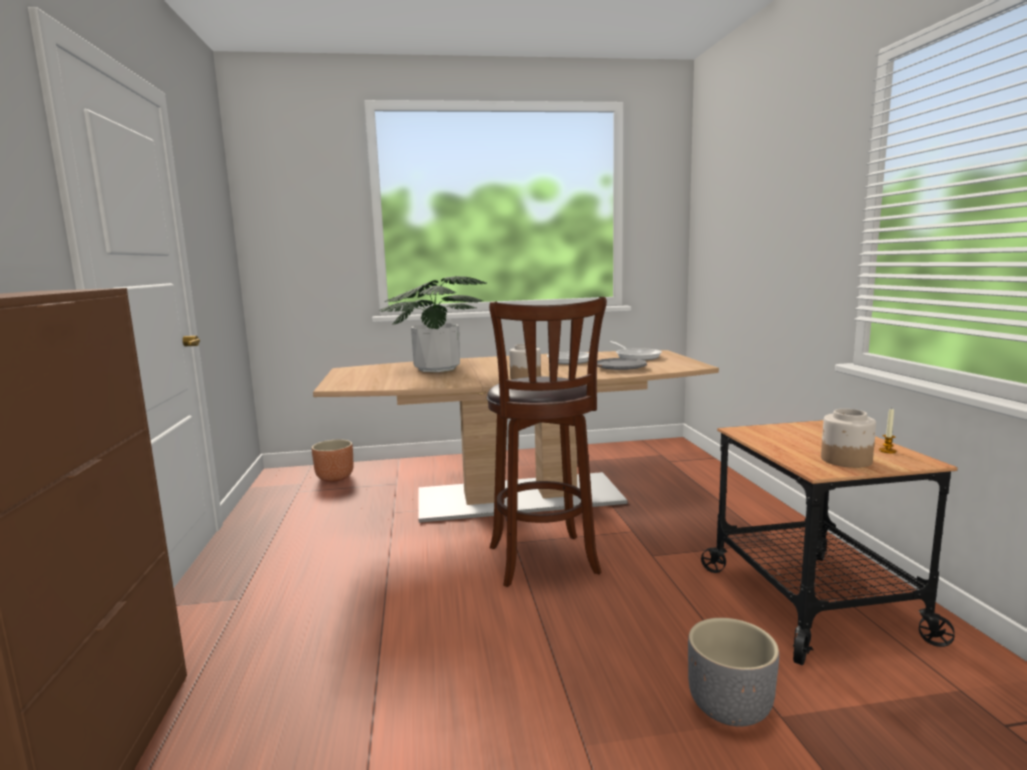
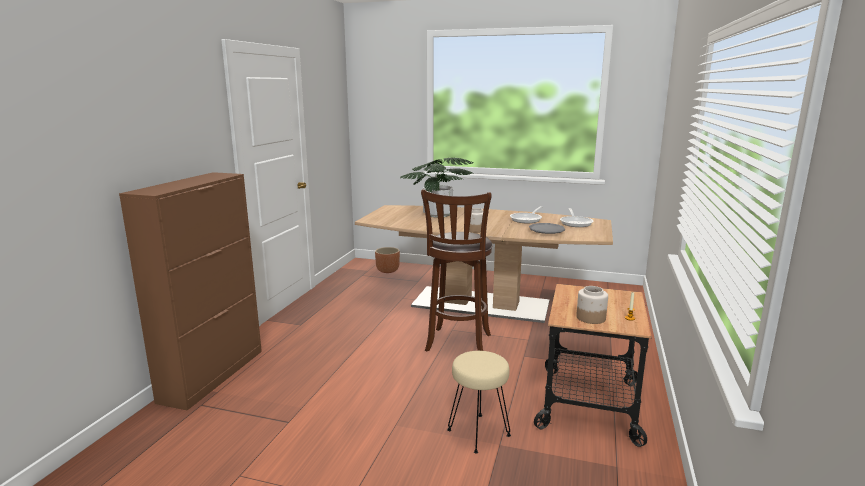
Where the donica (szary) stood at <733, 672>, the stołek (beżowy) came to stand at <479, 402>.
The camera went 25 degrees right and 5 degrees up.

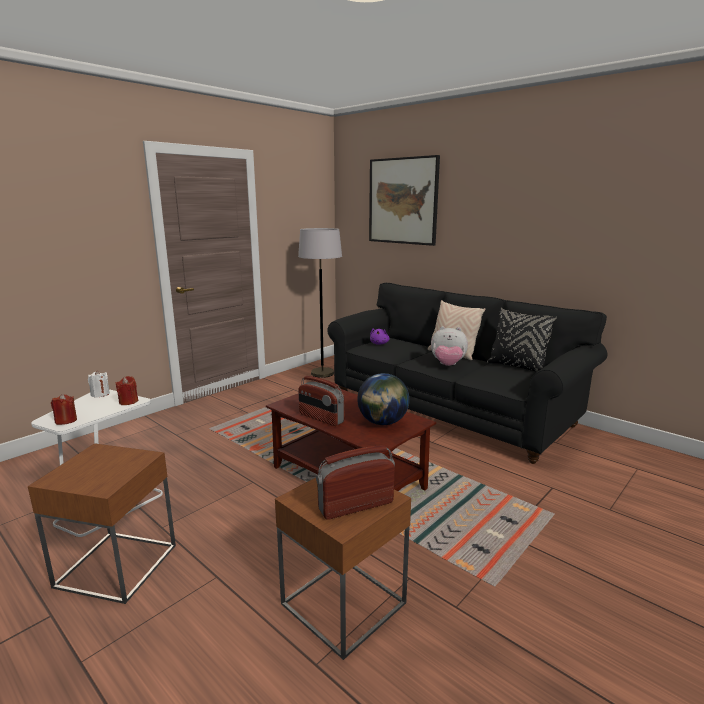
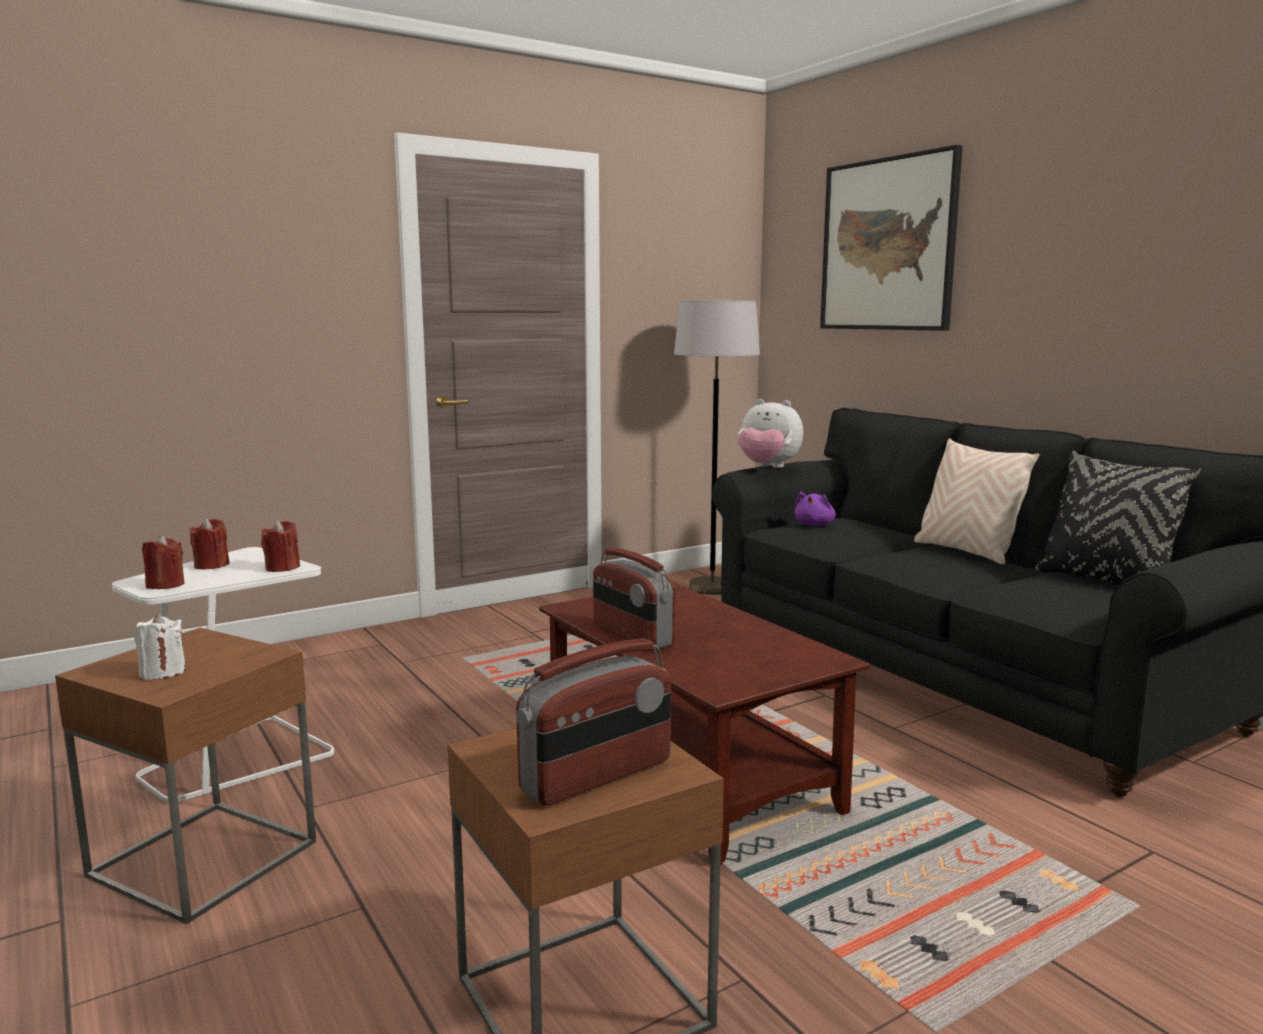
The pluszak ended up elsewhere, having gone from <449, 346> to <770, 433>.
The świeca (biały) ended up elsewhere, having gone from <99, 384> to <160, 647>.
The second view lost the globus at <383, 399>.
The radio at <355, 482> ended up facing another way, 150 degrees clockwise from before.
The second view gained the świeca (czerwony) at <209, 543>.
The camera went 15 degrees right and 5 degrees down.

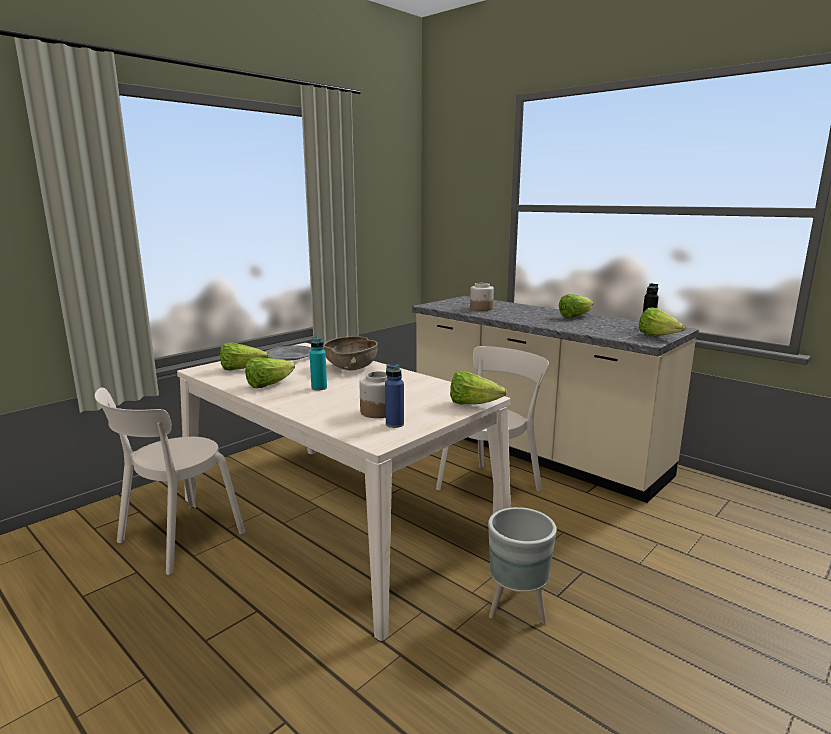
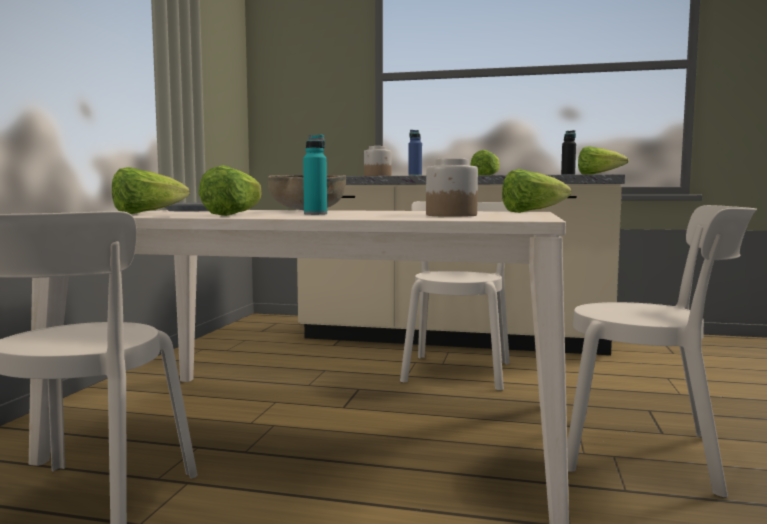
The butelka (niebieski) ended up elsewhere, having gone from <394, 396> to <415, 153>.
Where the donica (szary) stood at <522, 565>, the krzesło (beżowy) came to stand at <662, 351>.
The camera went 30 degrees left and 10 degrees down.

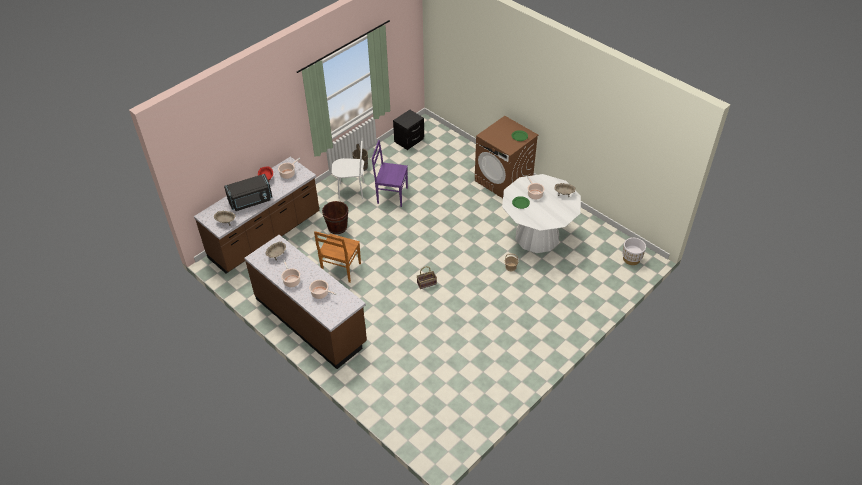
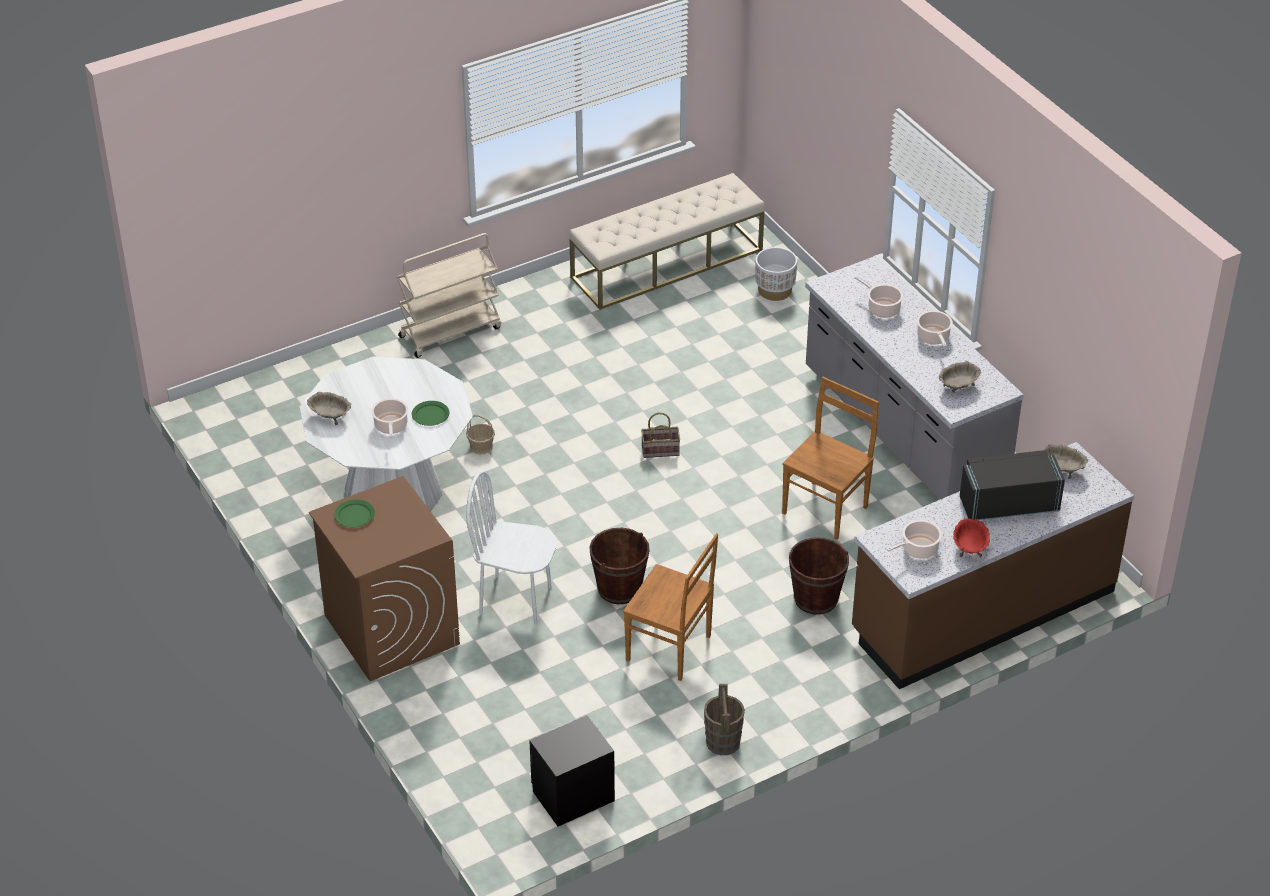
The krzesło (biały) ended up elsewhere, having gone from <347, 168> to <511, 547>.
What was the krzesło (fioletowy) at <390, 173> turned into the krzesło (brązowy) at <670, 607>.
What was the zabudowa kuchenna (brązowy) at <305, 302> turned into the zabudowa kuchenna (szary) at <914, 377>.
The donica (biały) ended up elsewhere, having gone from <634, 251> to <776, 274>.
The second view gained the ławka (beżowy) at <667, 241>.
The second view gained the wózek (beżowy) at <449, 295>.
The second view gained the wiadro (brązowy) at <619, 566>.
The camera went 165 degrees left and 5 degrees down.

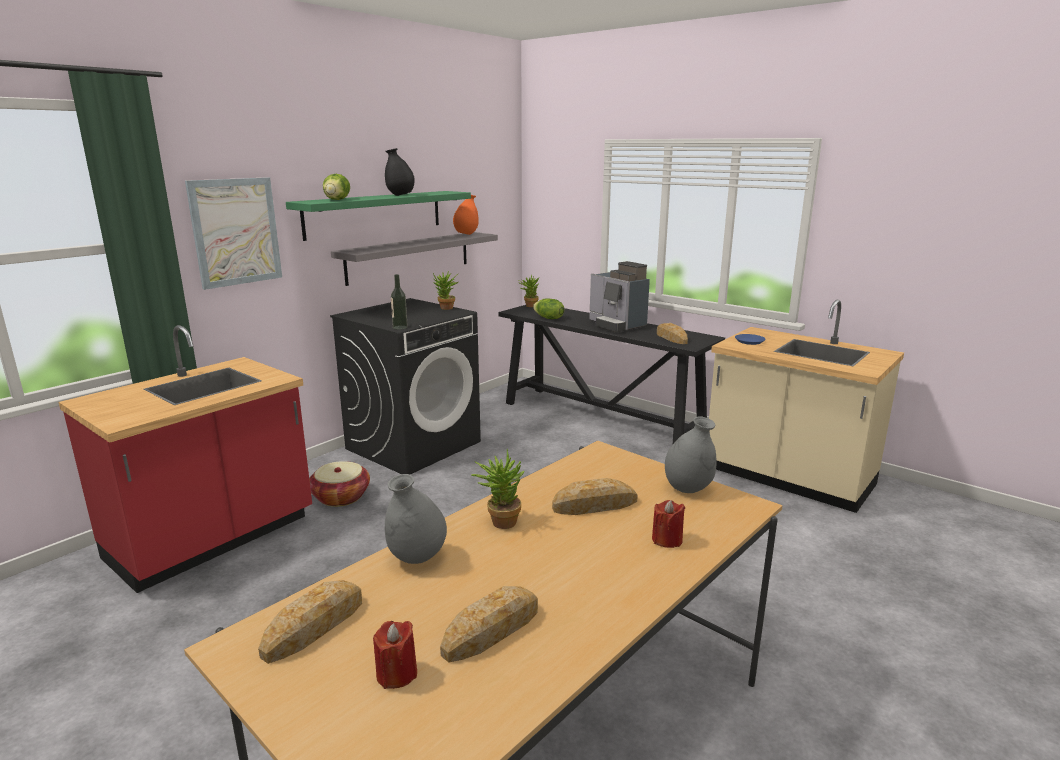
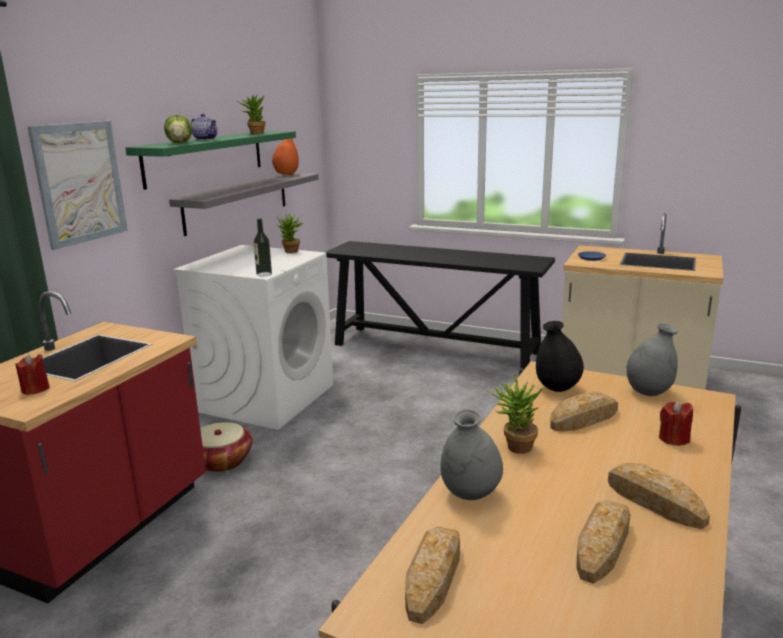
The wazon (czarny) ended up elsewhere, having gone from <400, 172> to <560, 356>.
The second view lost the ekspres do kawy at <619, 297>.
The roślina doniczkowa ended up elsewhere, having gone from <528, 290> to <251, 114>.
What was the pralka (czarny) at <405, 386> turned into the pralka (biały) at <253, 337>.
The second view lost the sałata at <548, 308>.
The chleb ended up elsewhere, having gone from <672, 333> to <659, 496>.
The świeca (czerwony) ended up elsewhere, having gone from <395, 655> to <32, 374>.
The second view gained the imbryk at <204, 127>.
The camera went 15 degrees left and 0 degrees up.

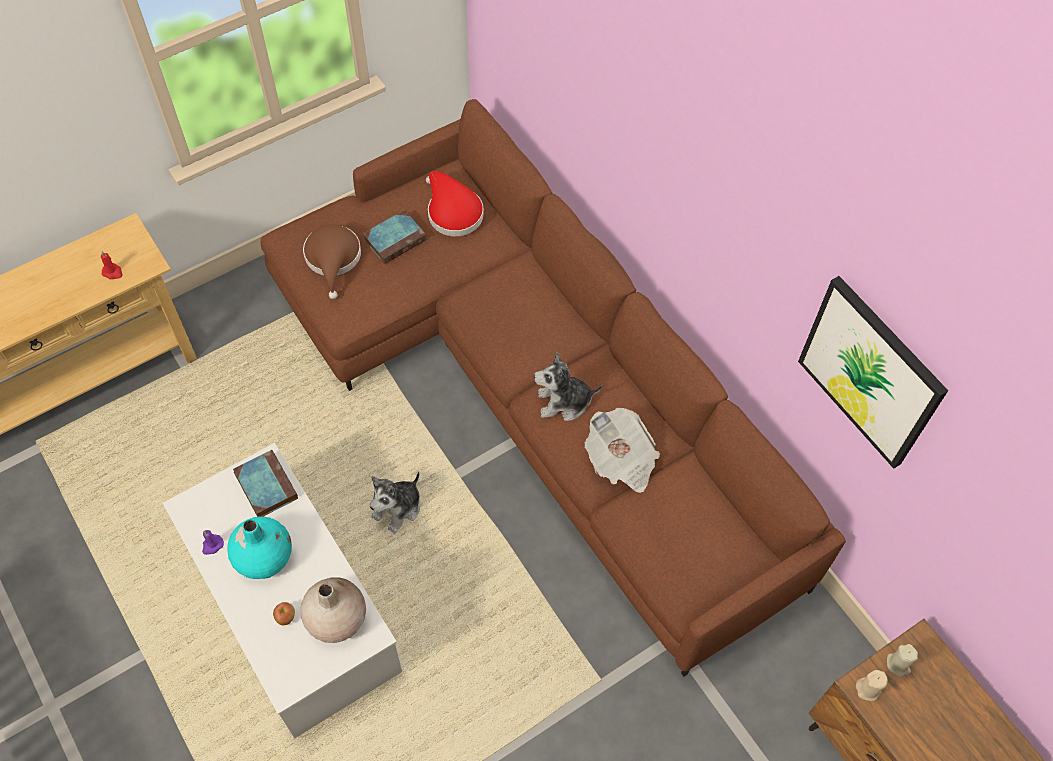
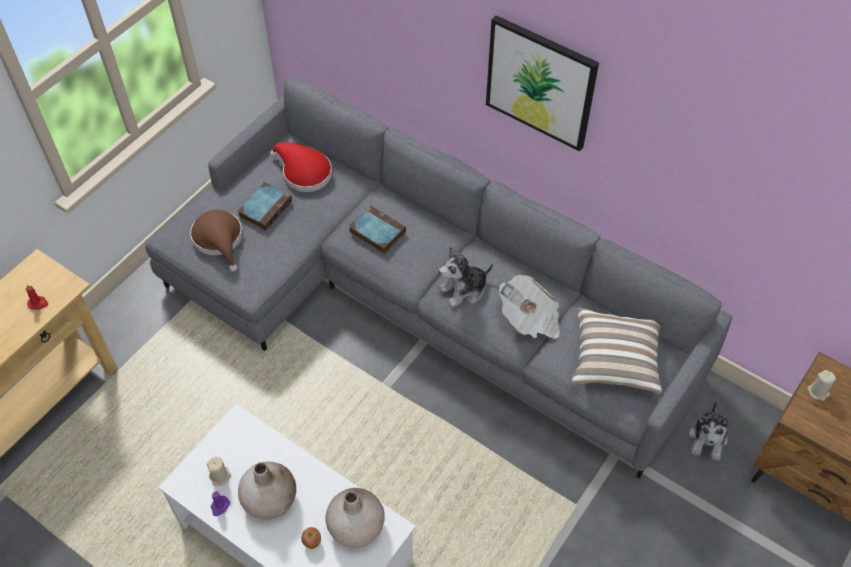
What was the kanapa (brązowy) at <553, 388> turned into the kanapa (szary) at <439, 277>.
The obraz ended up elsewhere, having gone from <873, 372> to <542, 83>.
The książka ended up elsewhere, having gone from <265, 483> to <377, 229>.
The pluszak ended up elsewhere, having gone from <395, 502> to <708, 431>.
What was the wazon (turkusowy) at <259, 548> turned into the wazon (beżowy) at <267, 490>.
The świeca (beżowy) ended up elsewhere, having gone from <872, 685> to <219, 471>.
The second view gained the poduszka at <616, 350>.
The camera went 20 degrees left and 5 degrees down.

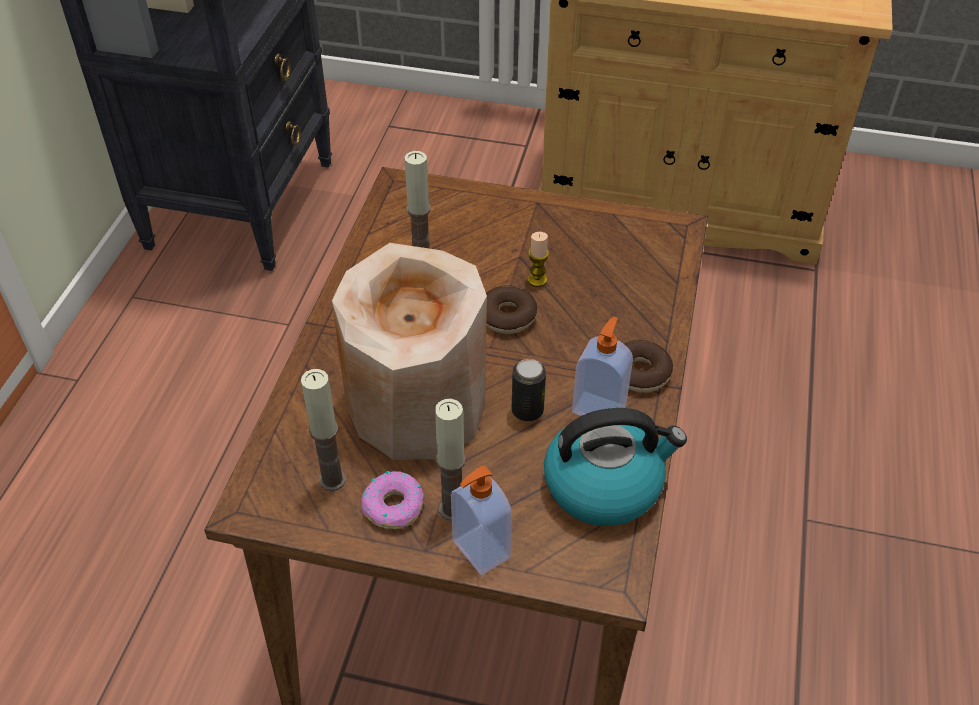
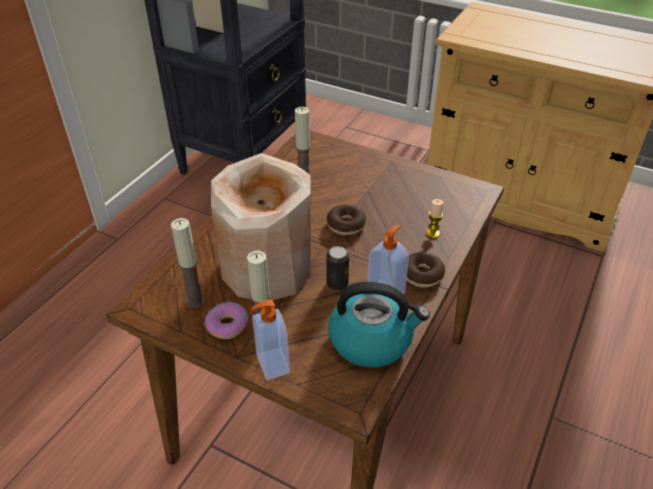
The świeca ended up elsewhere, having gone from <538, 259> to <435, 219>.
The camera went 15 degrees right and 5 degrees down.

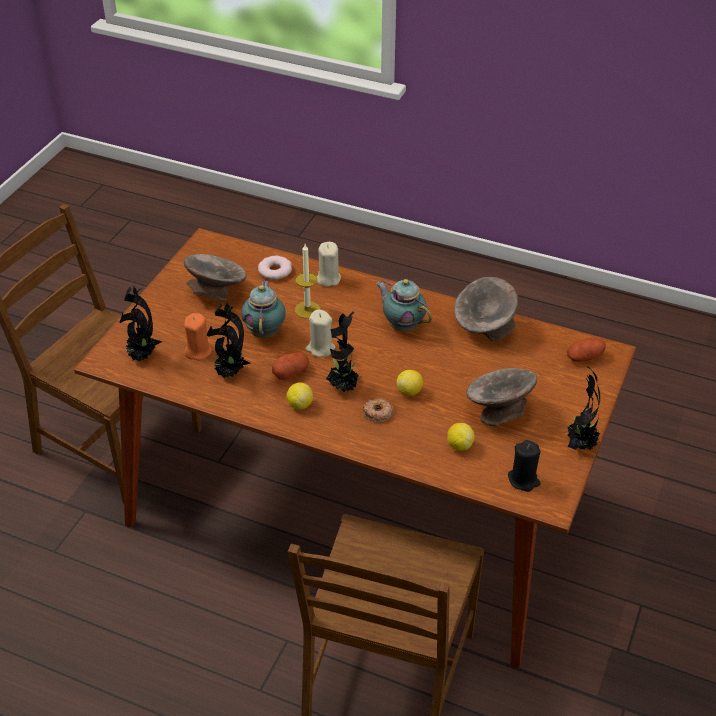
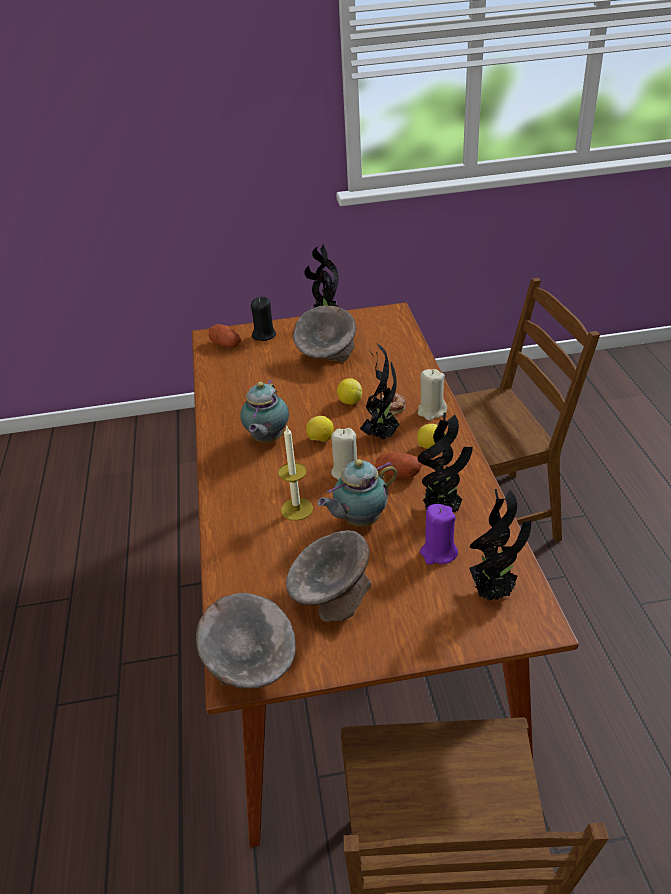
The świeca (beżowy) ended up elsewhere, having gone from <329, 264> to <432, 395>.
The second view lost the donut at <275, 268>.
The miska (szary) ended up elsewhere, having gone from <486, 309> to <246, 640>.
What was the świeca (pomarańczowy) at <198, 337> turned into the świeca (fioletowy) at <439, 534>.
The cytryna ended up elsewhere, having gone from <461, 437> to <320, 429>.
The świeca (czarny) ended up elsewhere, having gone from <524, 466> to <263, 319>.
The camera went 120 degrees left and 5 degrees down.

